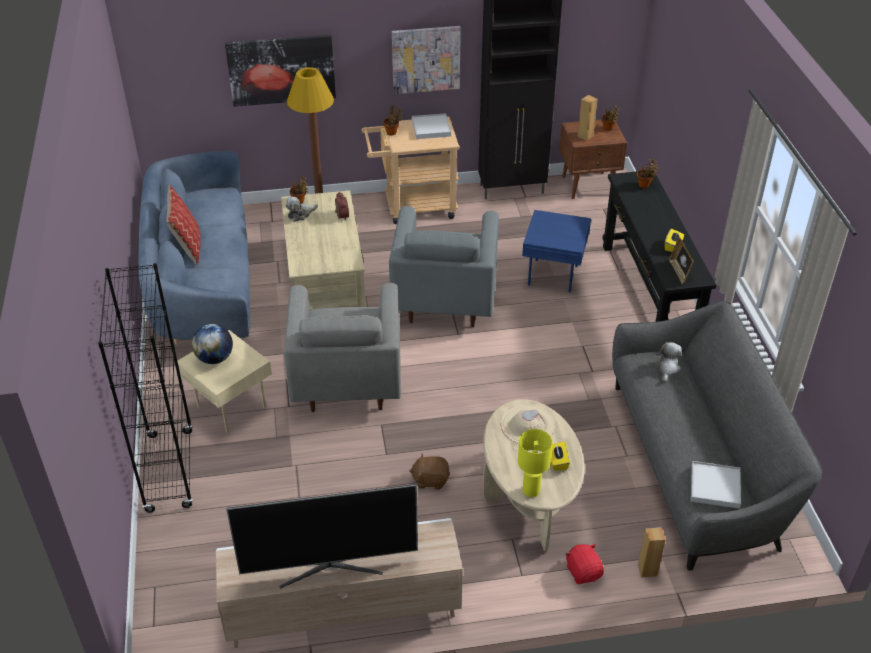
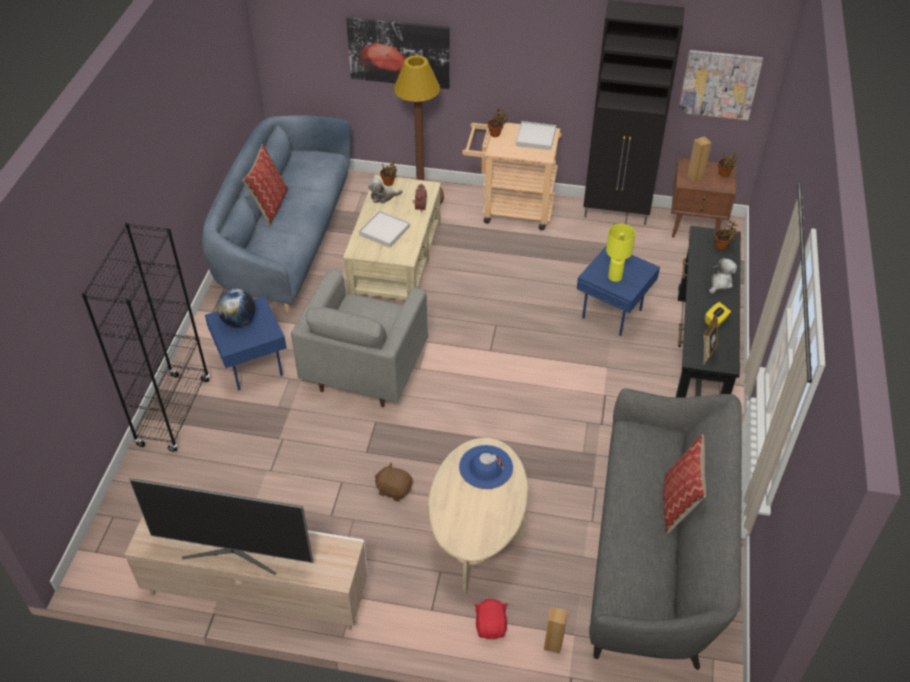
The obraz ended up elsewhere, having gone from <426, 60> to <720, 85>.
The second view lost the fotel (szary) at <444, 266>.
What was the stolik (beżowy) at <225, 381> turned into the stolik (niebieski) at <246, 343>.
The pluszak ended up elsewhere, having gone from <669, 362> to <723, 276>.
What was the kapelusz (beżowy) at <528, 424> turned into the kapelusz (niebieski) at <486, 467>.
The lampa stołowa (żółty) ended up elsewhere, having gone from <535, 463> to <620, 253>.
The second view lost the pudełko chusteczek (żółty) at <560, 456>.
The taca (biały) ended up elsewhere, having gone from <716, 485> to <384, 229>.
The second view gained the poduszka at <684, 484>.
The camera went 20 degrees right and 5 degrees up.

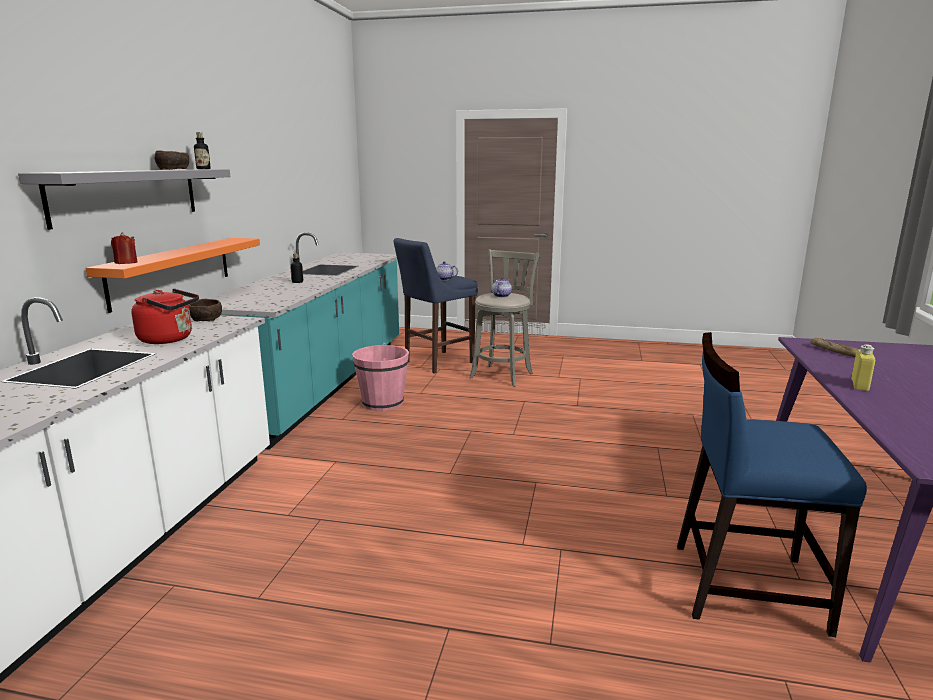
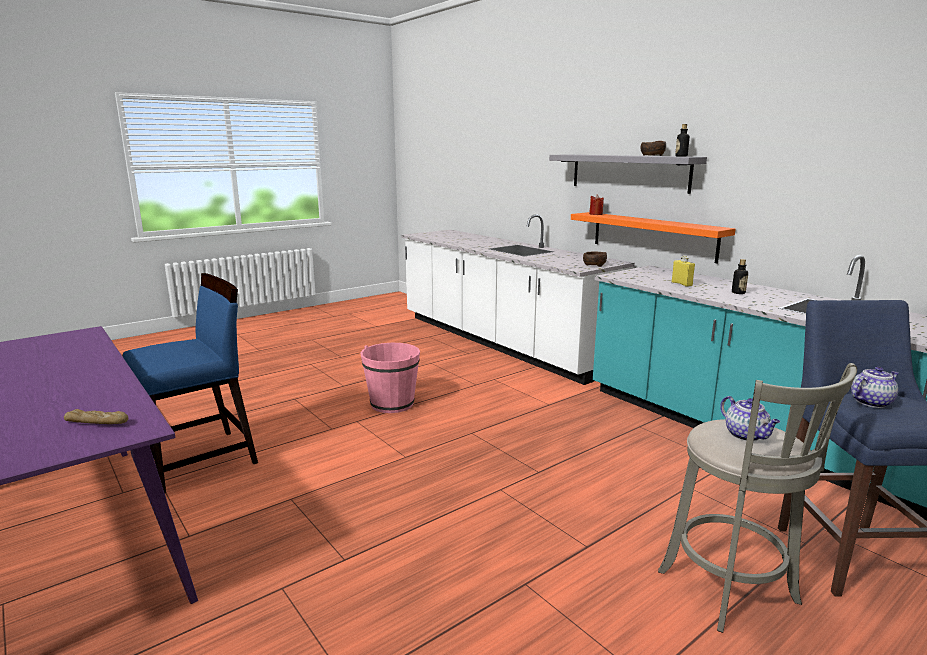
The second view lost the czajnik (czerwony) at <165, 316>.
The wiadro (różowy) ended up elsewhere, having gone from <380, 377> to <390, 378>.
The butelka (żółty) ended up elsewhere, having gone from <863, 367> to <683, 271>.
The camera went 130 degrees right and 0 degrees up.

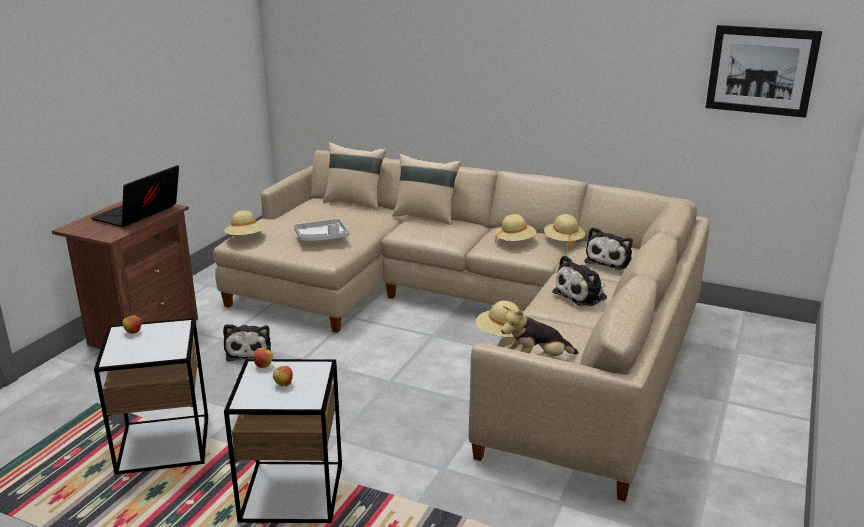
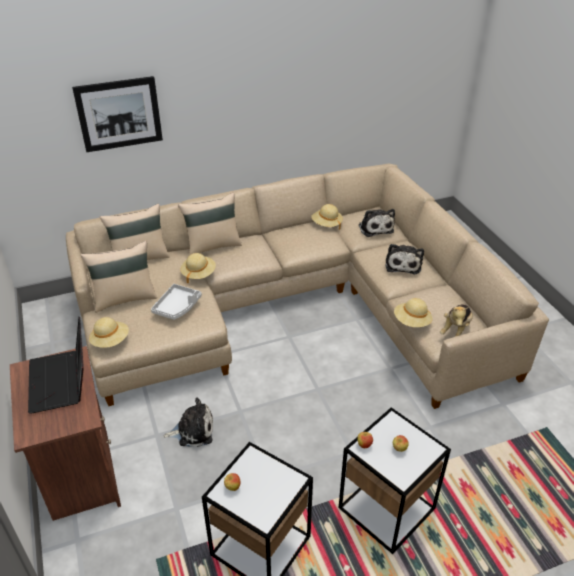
The obraz ended up elsewhere, having gone from <764, 71> to <117, 114>.
The kapelusz (beżowy) ended up elsewhere, having gone from <516, 228> to <198, 268>.
The pluszak at <247, 342> ended up facing another way, 45 degrees counterclockwise from before.
The second view gained the poduszka (beżowy) at <119, 277>.
The camera went 45 degrees left and 15 degrees up.

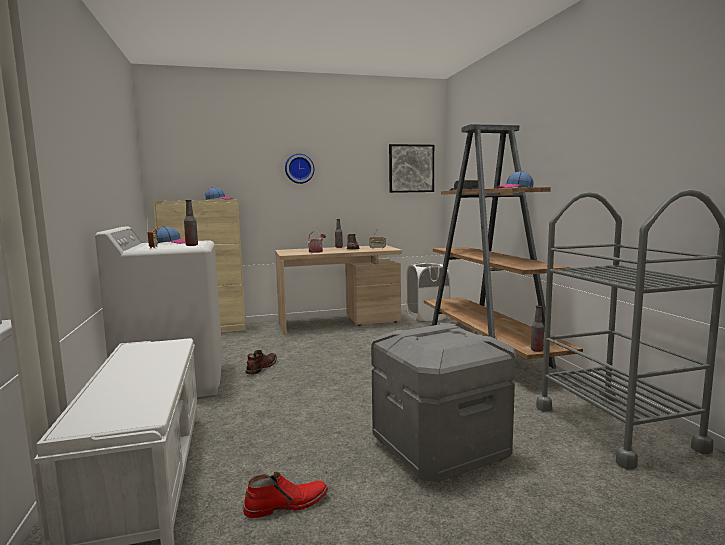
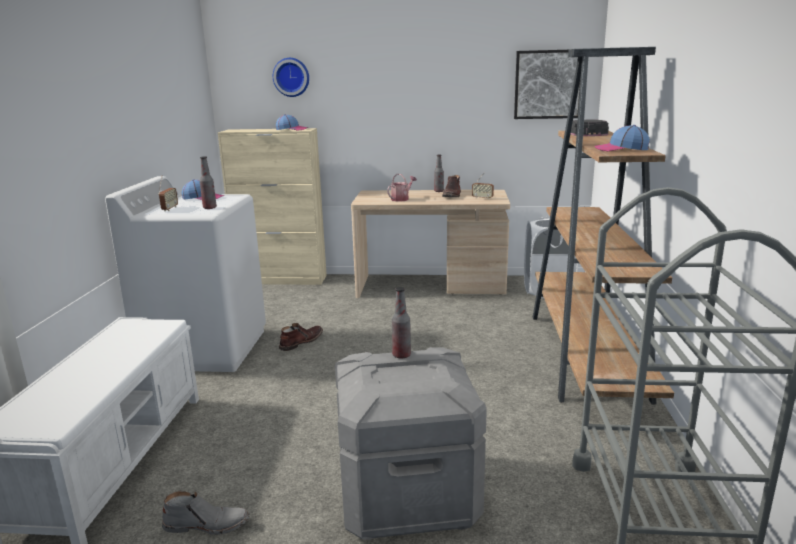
The zegar ścienny ended up elsewhere, having gone from <299, 169> to <291, 77>.
The butelka ended up elsewhere, having gone from <537, 328> to <401, 323>.
What was the but z cholewką (czerwony) at <285, 495> turned into the but z cholewką (szary) at <206, 513>.
The camera went 20 degrees right and 10 degrees up.

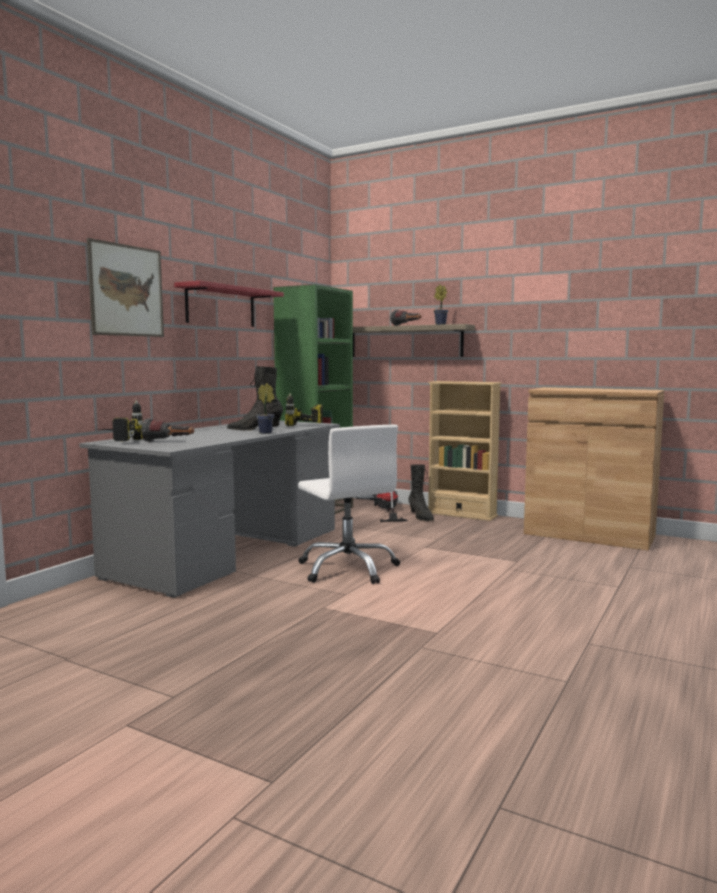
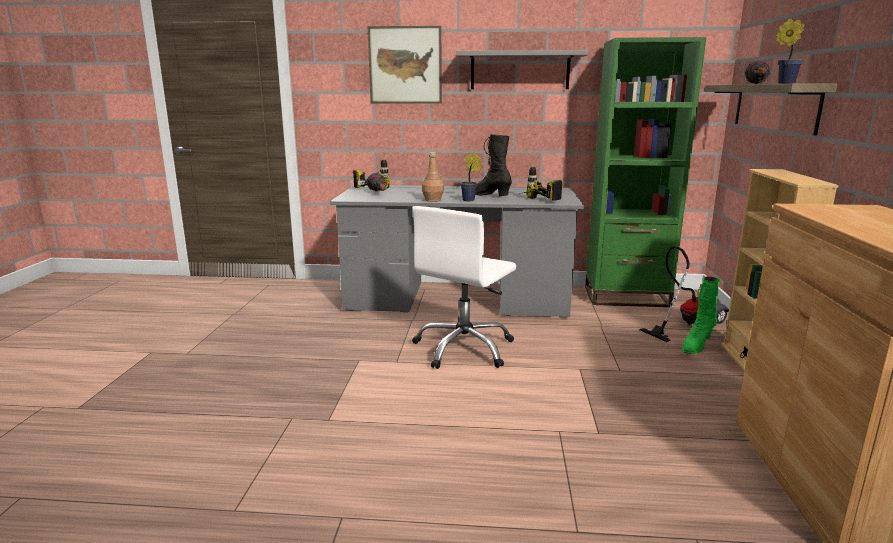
What was the półka (czerwony) at <229, 304> turned into the półka (szary) at <522, 69>.
What was the but z cholewką (czarny) at <421, 492> turned into the but z cholewką (zielony) at <701, 315>.
The second view gained the butelka (brązowy) at <433, 177>.
The camera went 65 degrees right and 10 degrees up.

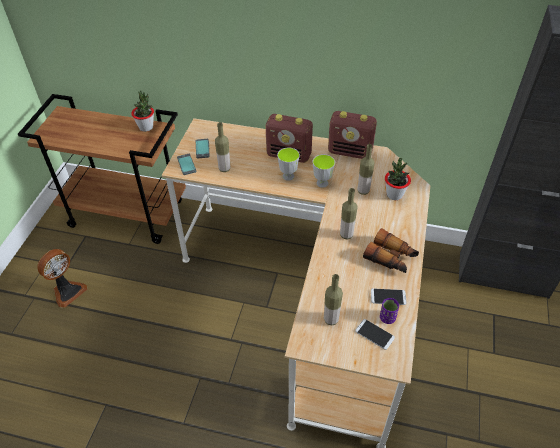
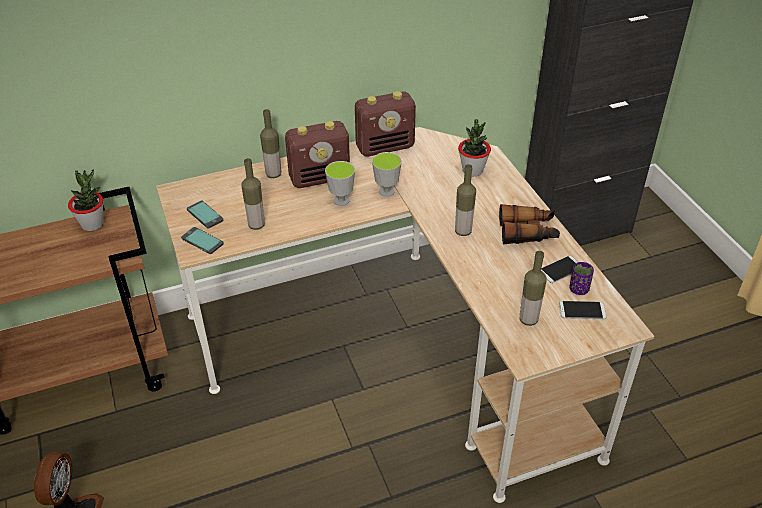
The butelka ended up elsewhere, having gone from <366, 169> to <270, 143>.
The camera went 35 degrees left and 5 degrees down.

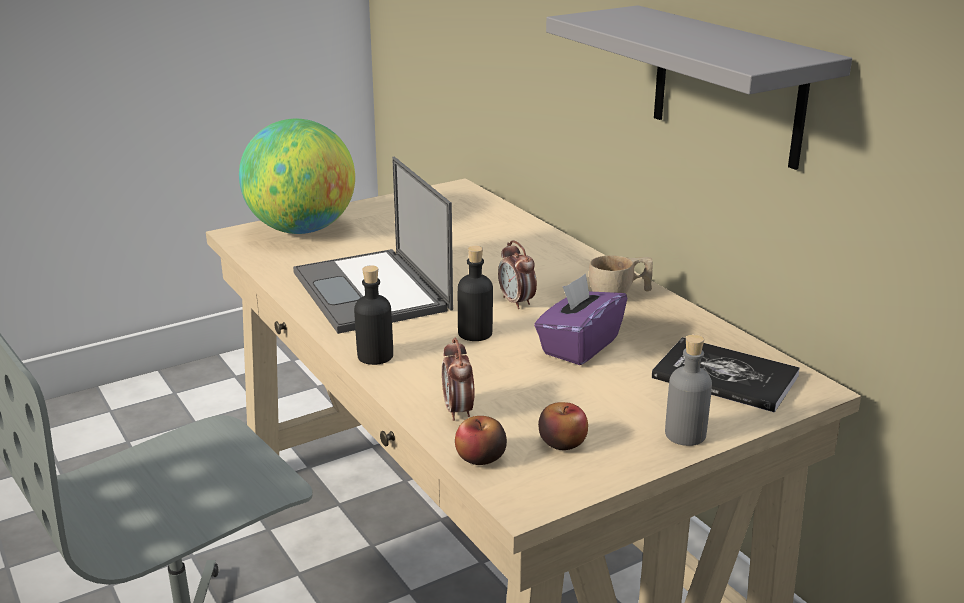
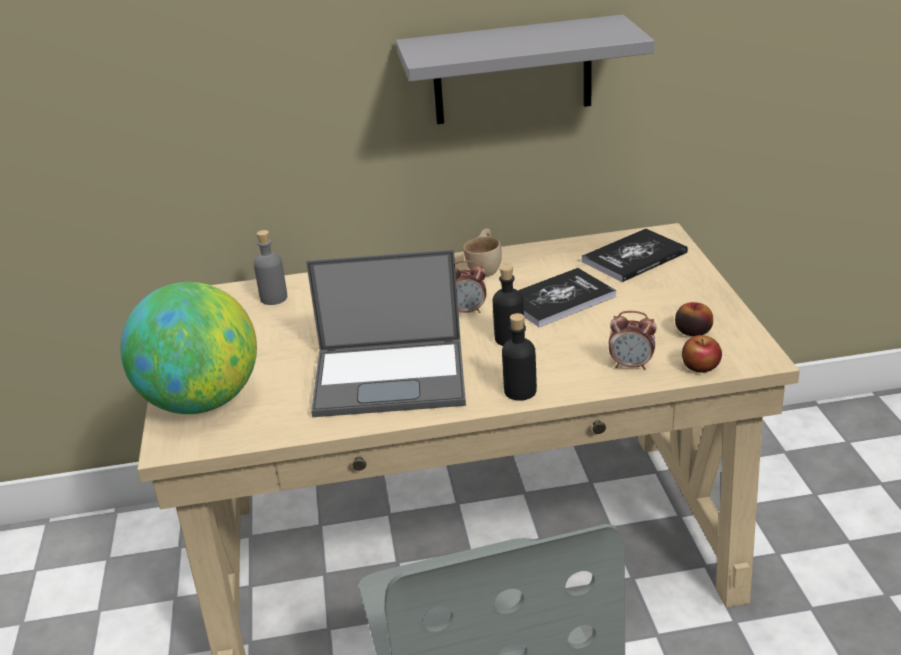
Where the pudełko chusteczek (fioletowy) stood at <580, 319>, the książka came to stand at <567, 297>.
The butelka (szary) ended up elsewhere, having gone from <688, 390> to <270, 267>.
The camera went 65 degrees left and 5 degrees up.

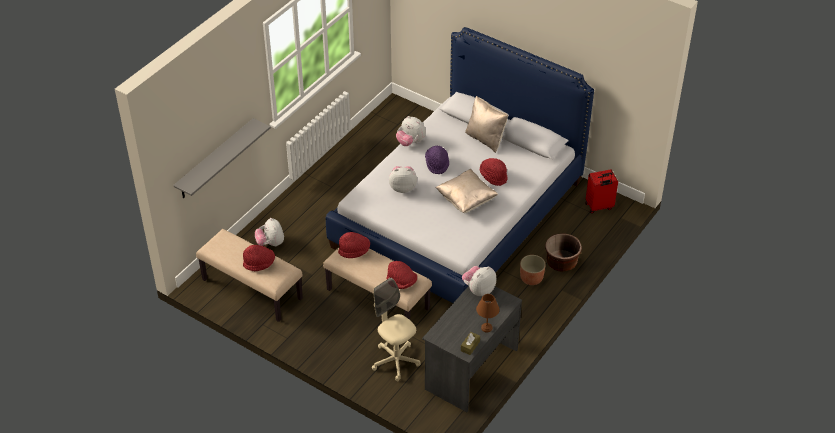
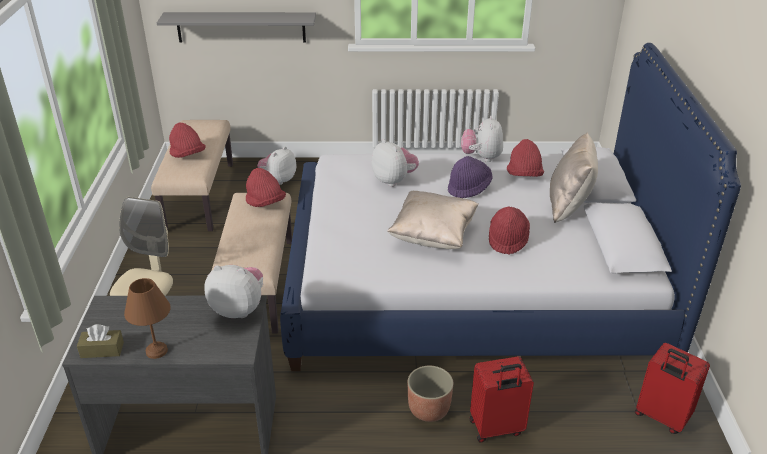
Where the donica (brązowy) stood at <563, 252>, the walizka (czerwony) came to stand at <502, 399>.
The kapelusz (czerwony) ended up elsewhere, having gone from <401, 275> to <525, 158>.
The camera went 55 degrees right and 10 degrees down.

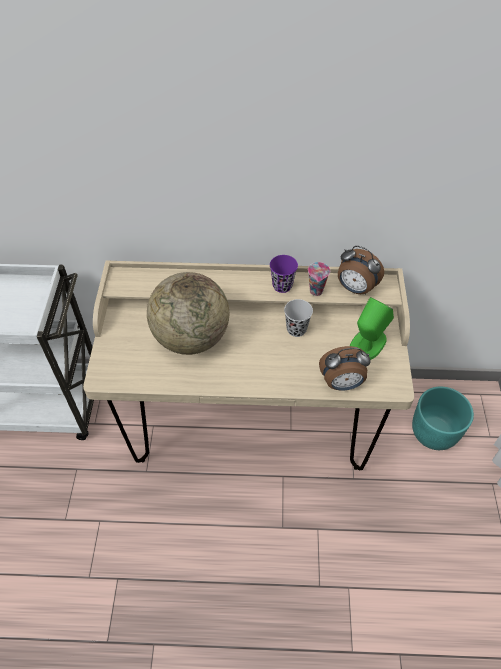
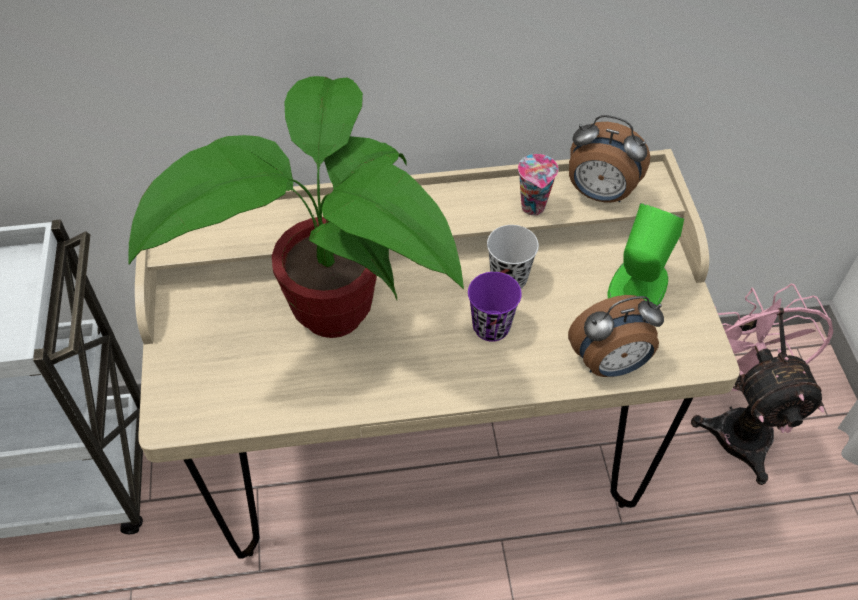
The filiżanka (fioletowy) ended up elsewhere, having gone from <284, 274> to <495, 307>.
Where the globus stood at <188, 313>, the roślina doniczkowa came to stand at <296, 207>.
Where the donica (turkusowy) stood at <443, 418>, the wentylator (różowy) came to stand at <762, 384>.
The camera went 10 degrees left and 0 degrees up.

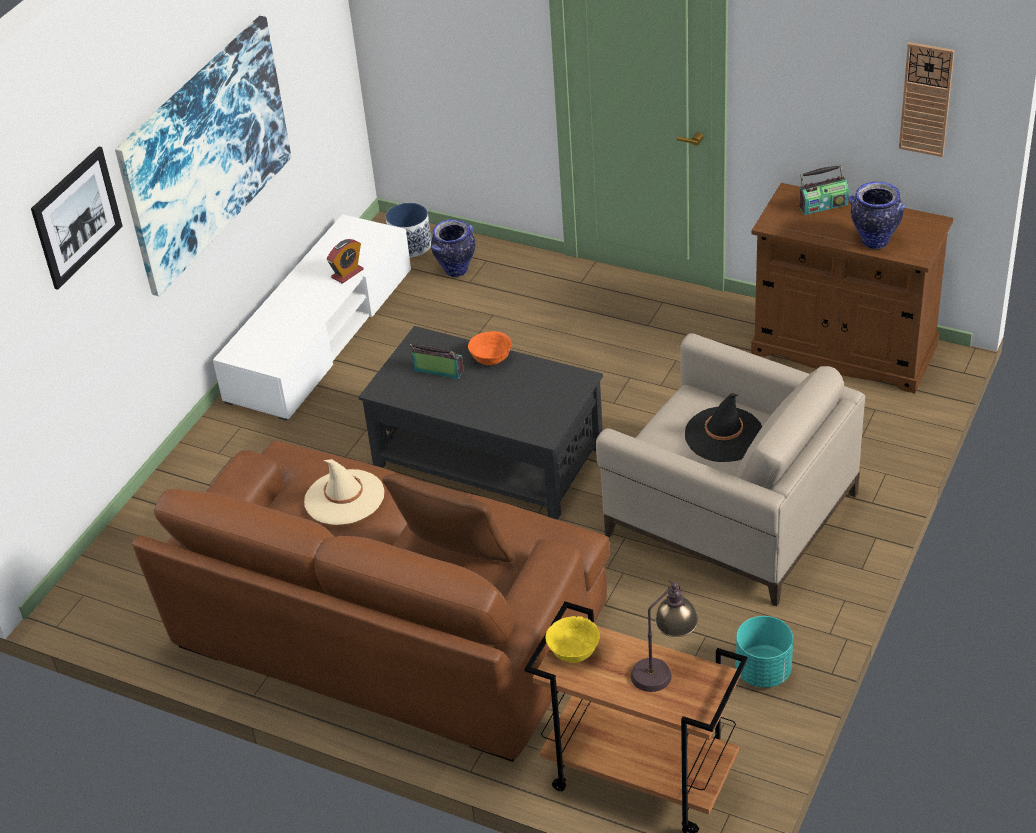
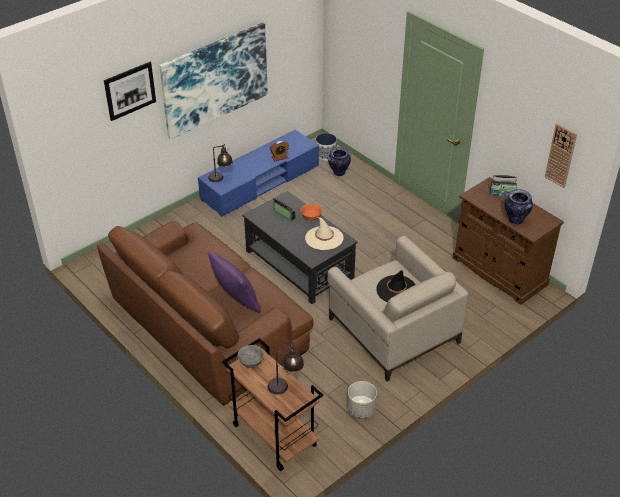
What was the szafka pod telewizor (biały) at <312, 317> turned into the szafka pod telewizor (niebieski) at <258, 173>.
The kapelusz (beżowy) ended up elsewhere, having gone from <344, 492> to <324, 233>.
What was the poduszka (brązowy) at <447, 518> turned into the poduszka (fioletowy) at <234, 282>.
What was the miska (żółty) at <573, 639> turned into the miska (szary) at <250, 356>.
What was the donica (turkusowy) at <764, 652> turned into the donica (szary) at <362, 399>.
The second view gained the lampa stołowa at <220, 163>.
The camera went 20 degrees right and 0 degrees up.

